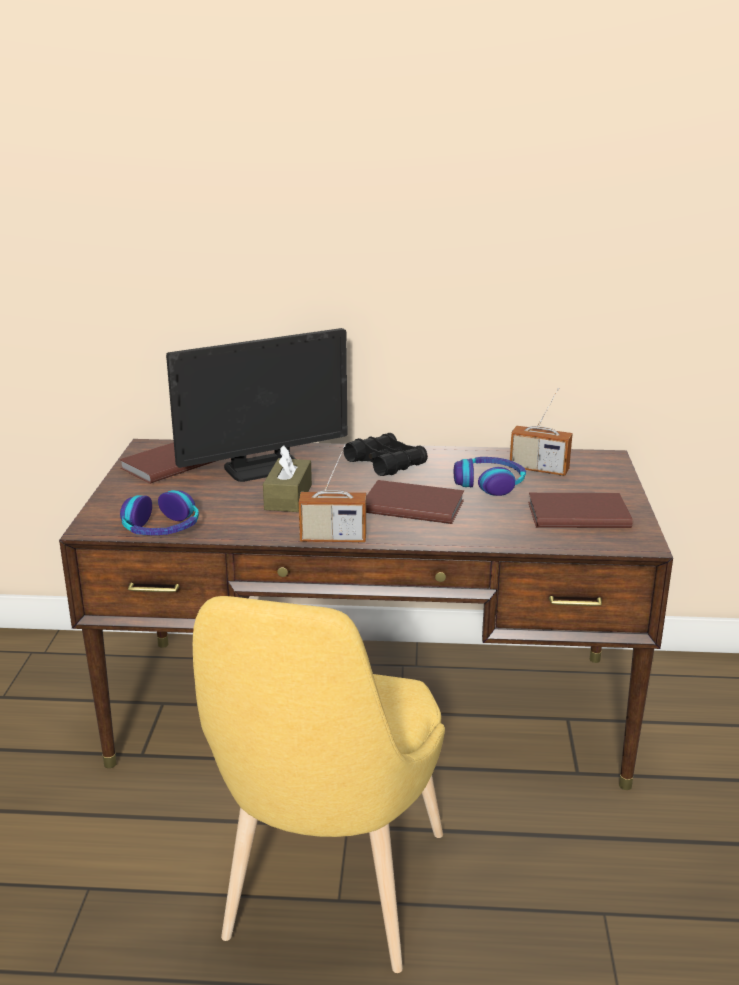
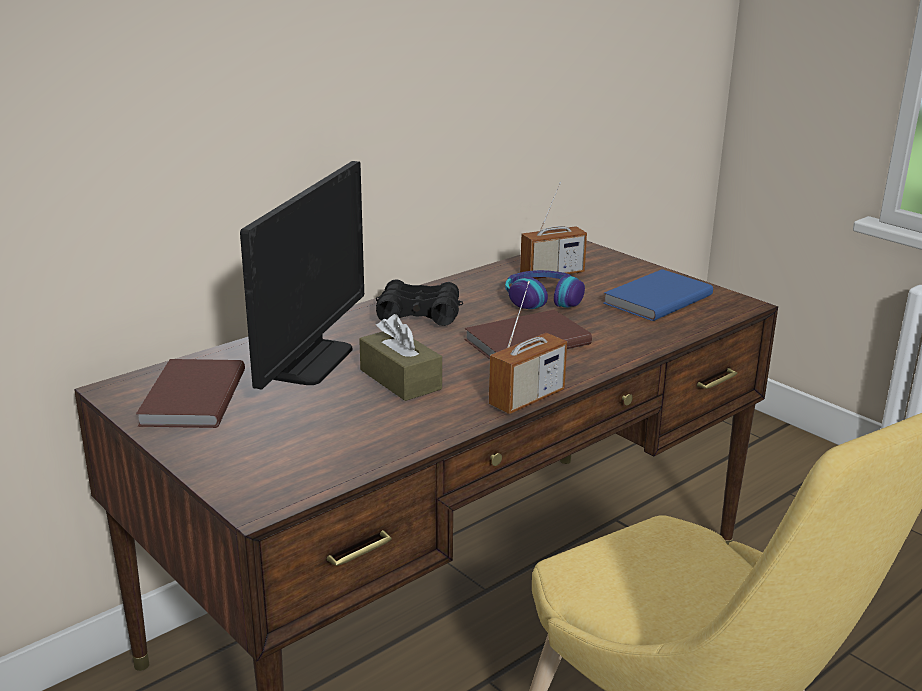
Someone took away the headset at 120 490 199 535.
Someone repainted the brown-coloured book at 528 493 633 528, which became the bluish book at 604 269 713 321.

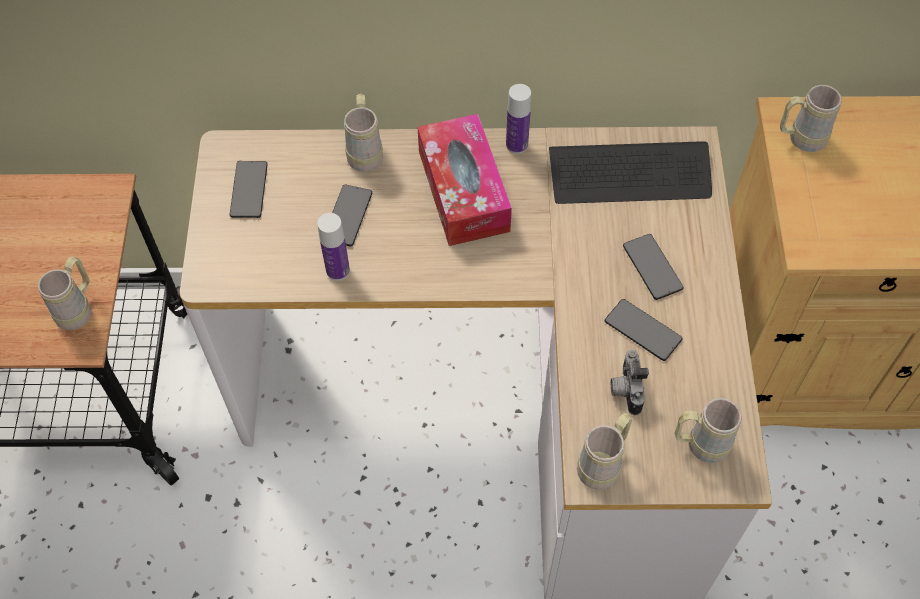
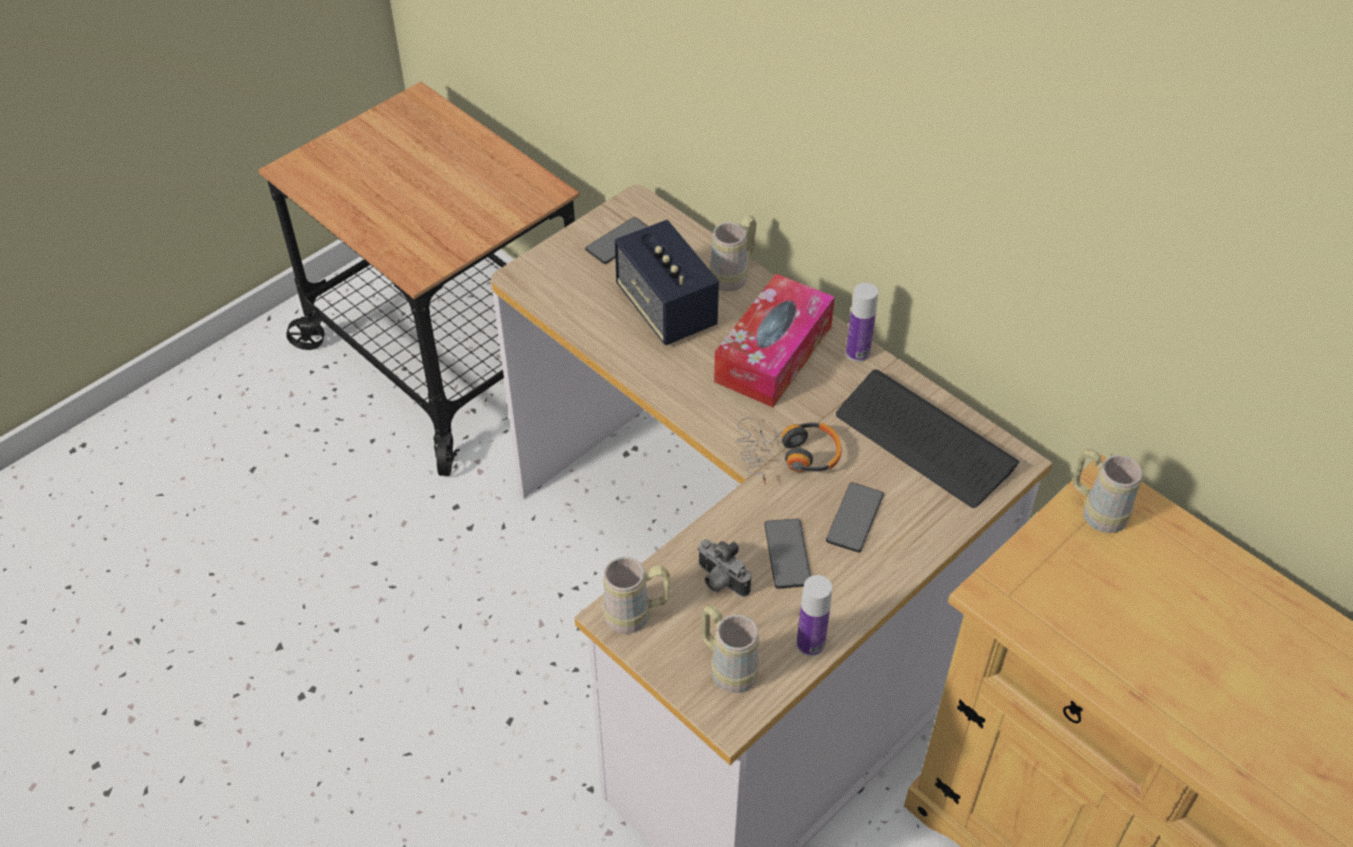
Someone swapped the phone at 332 185 372 247 for the speaker at 615 220 719 345.
Someone carried the drink bottle from 317 213 350 281 to 797 575 832 656.
Someone took away the beige-coloured mug at 38 256 92 330.
Someone rotated the still camera at 611 350 649 415 by 90 degrees counterclockwise.
Someone put down the headset at 736 418 842 485.

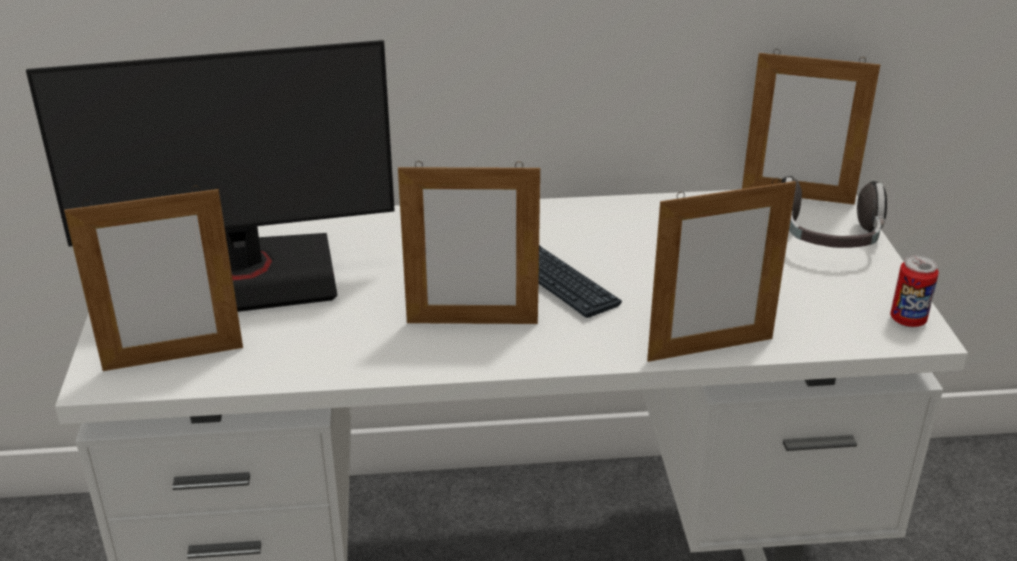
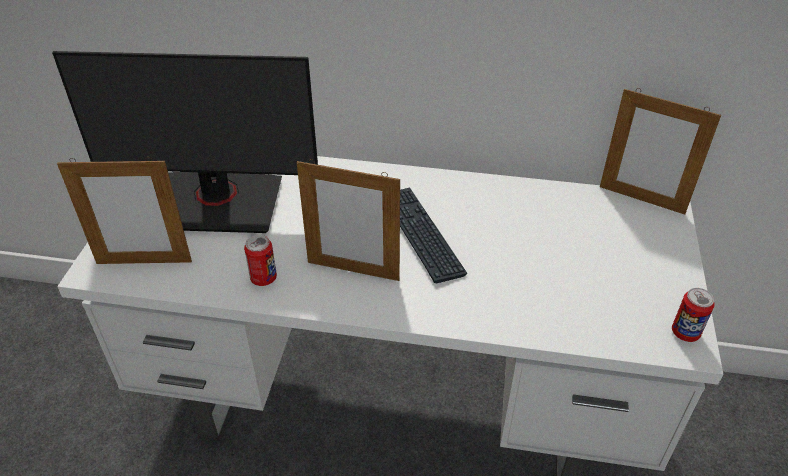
Someone took away the headset at 781 176 887 248.
Someone took away the standing frame at 647 178 796 362.
Someone put down the metal can at 244 235 277 286.

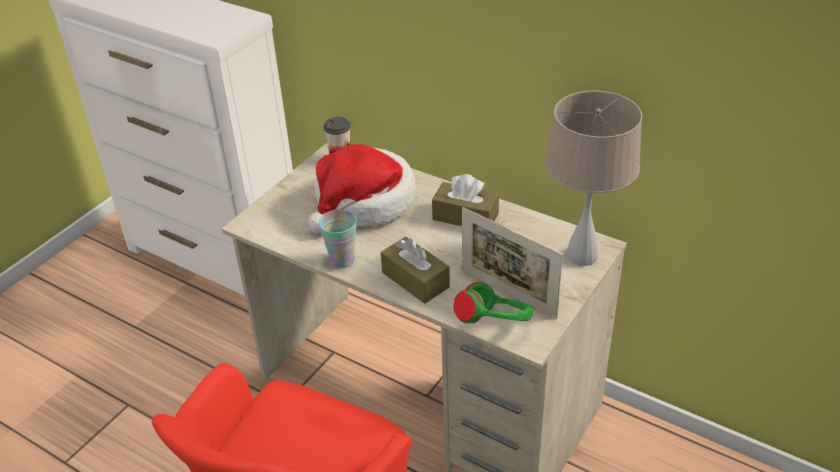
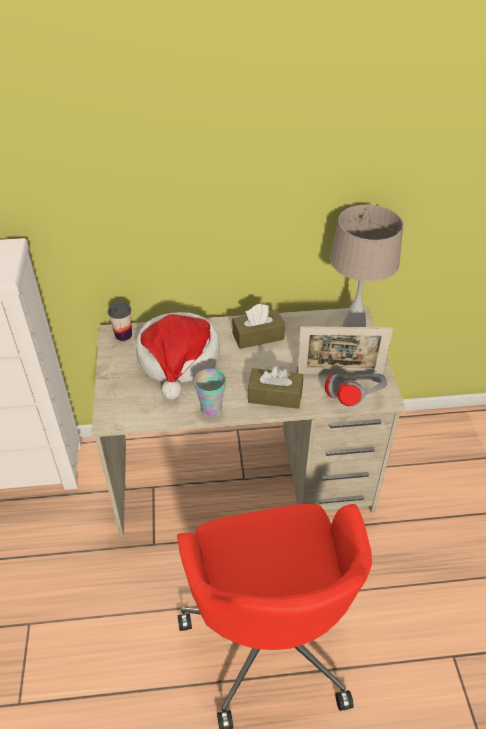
Someone repainted the green headset at 453 282 533 323, which became the gray headset at 325 374 387 406.

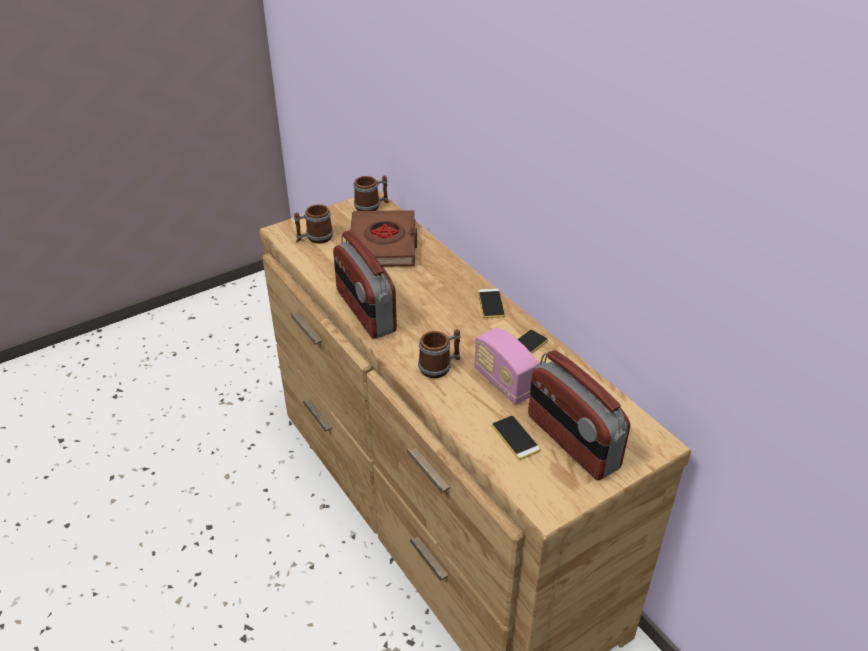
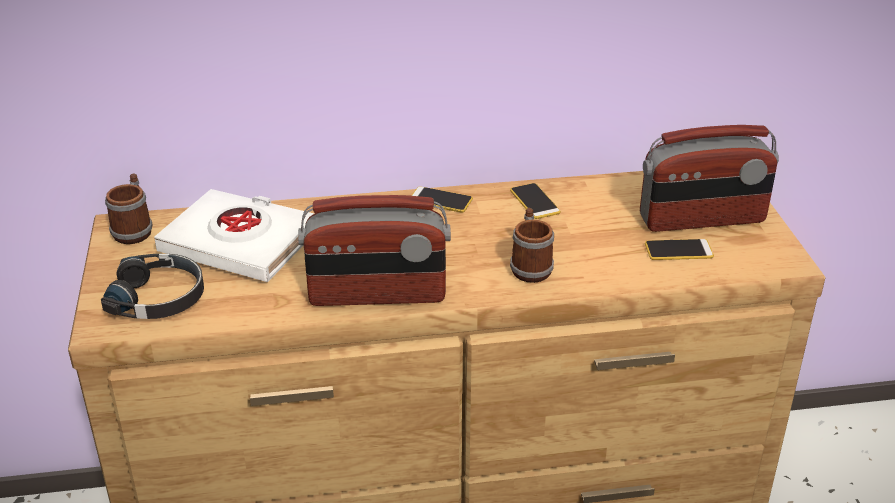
Someone swapped the mug at 294 204 333 244 for the black-coloured headset at 101 254 204 319.
Someone repainted the brown-coloured book at 350 210 417 266, which became the white-coloured book at 154 189 314 282.
Someone took away the radio set at 474 328 539 404.

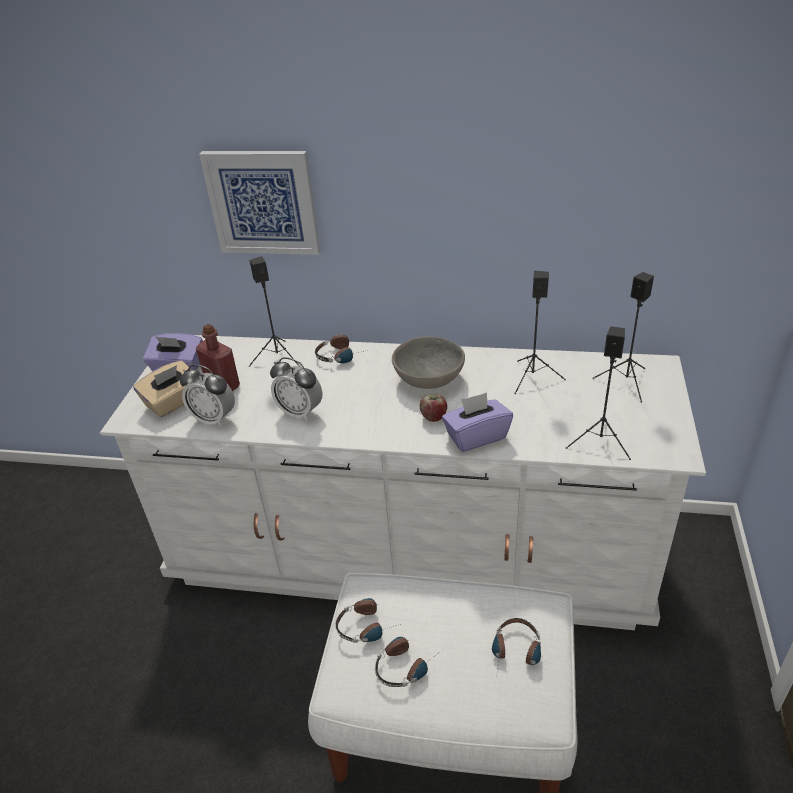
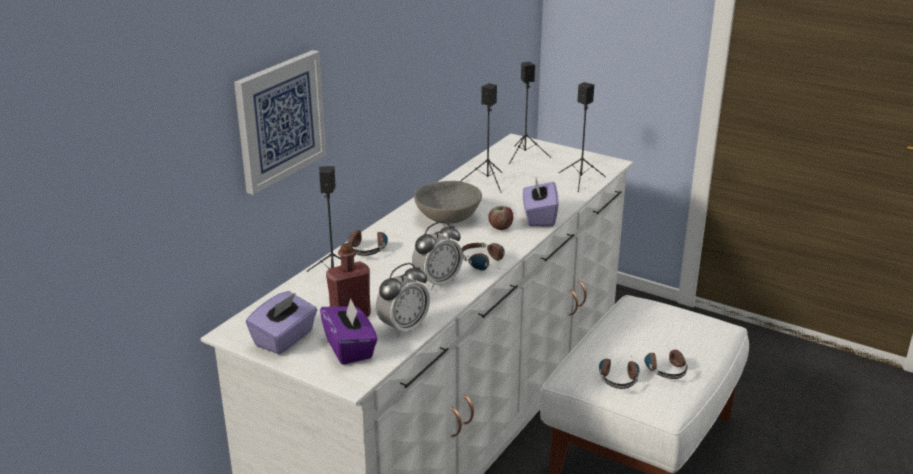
Someone repainted the beige-coloured tissue holder at 133 361 191 417, which became the purple-coloured tissue holder at 320 298 378 365.
Someone carried the headset from 492 618 541 671 to 462 242 505 270.

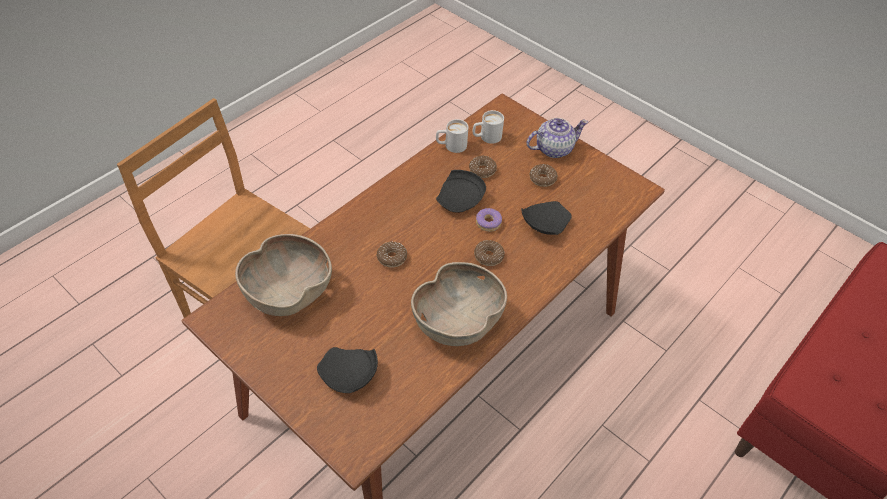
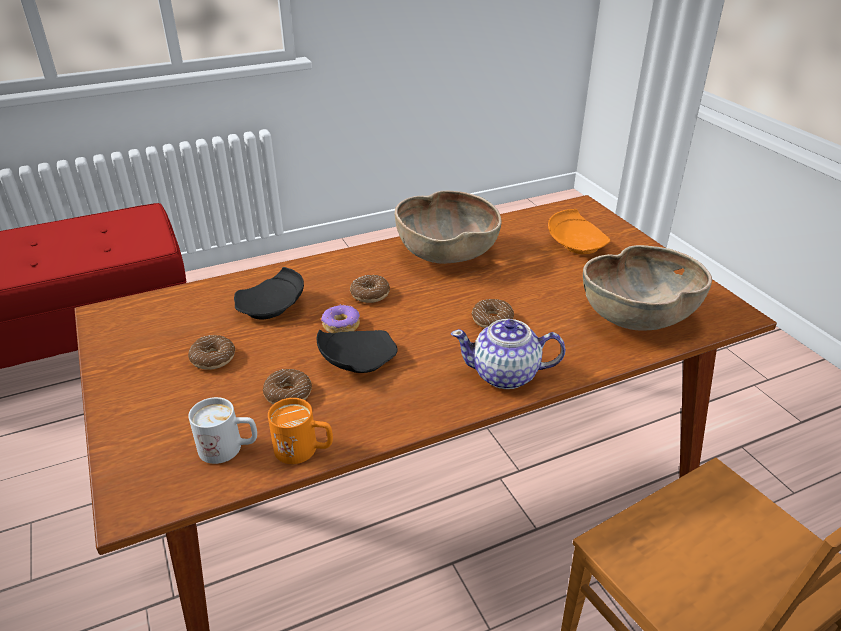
Someone carried the teapot from 527 118 588 158 to 451 319 566 389.
Someone repainted the white-coloured mug at 436 119 468 153, which became the orange mug at 268 398 333 464.
Someone repainted the black-coloured flat dish at 317 347 378 393, which became the orange flat dish at 548 209 610 254.

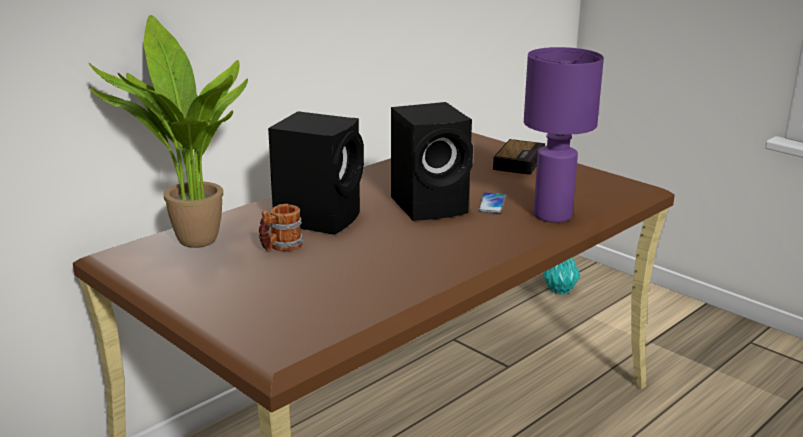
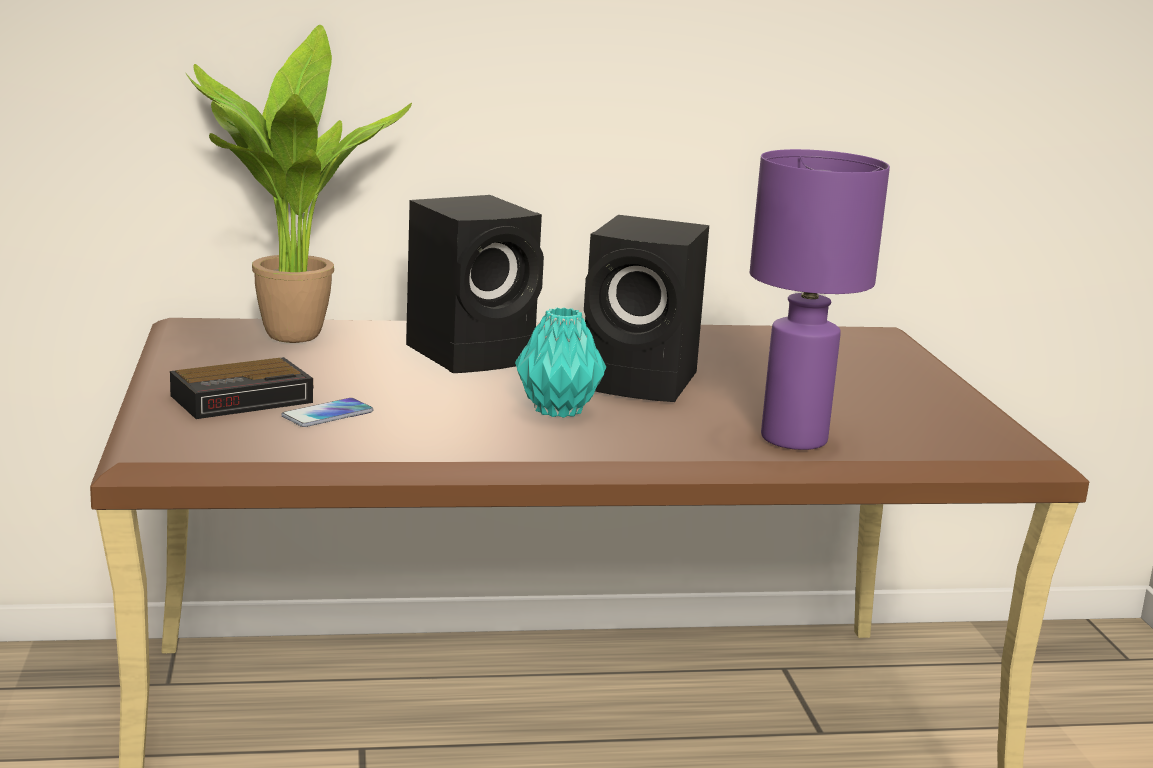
Someone carried the table clock from 493 139 545 175 to 170 357 314 419.
Someone carried the phone from 478 193 506 213 to 281 398 374 427.
Someone took away the mug at 259 204 303 251.
Someone carried the blue-green vase from 543 258 580 295 to 515 307 606 418.

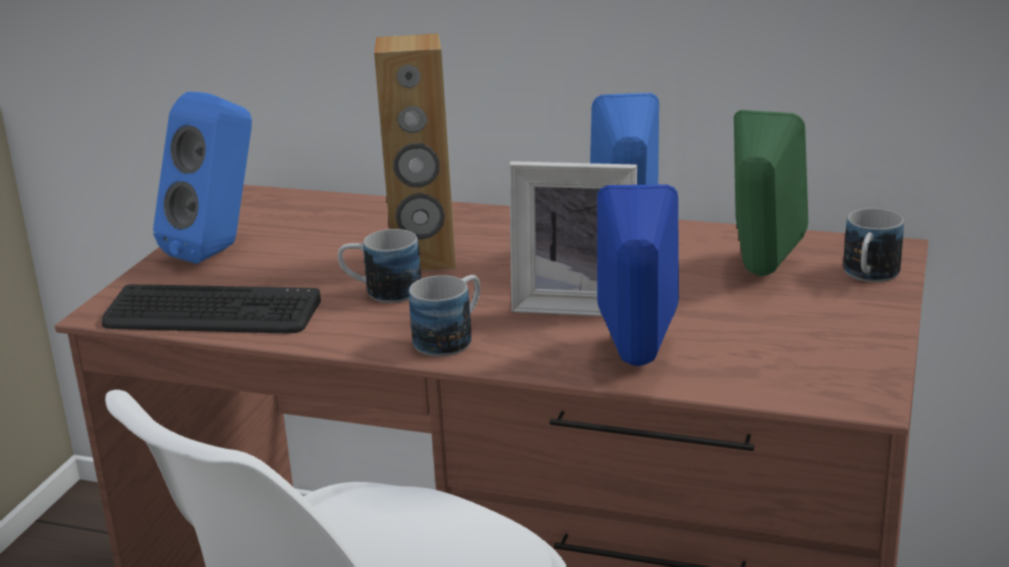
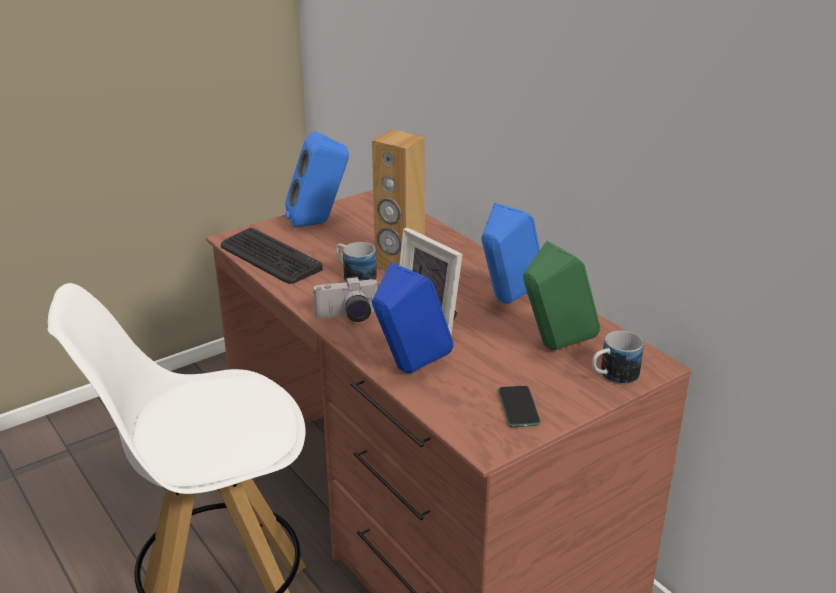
Someone swapped the mug at 409 275 480 356 for the still camera at 313 276 379 322.
Someone put down the phone at 498 386 541 427.

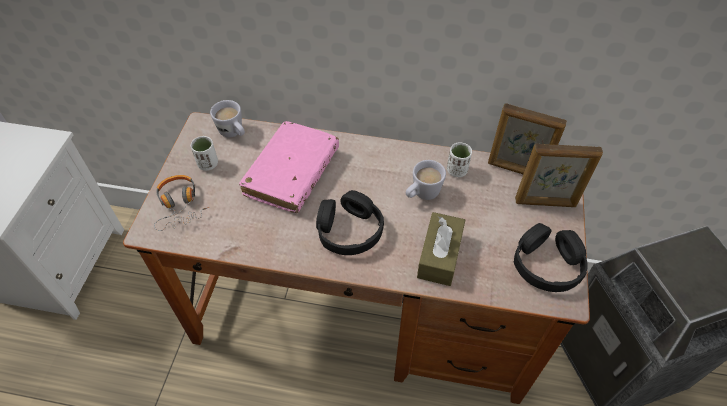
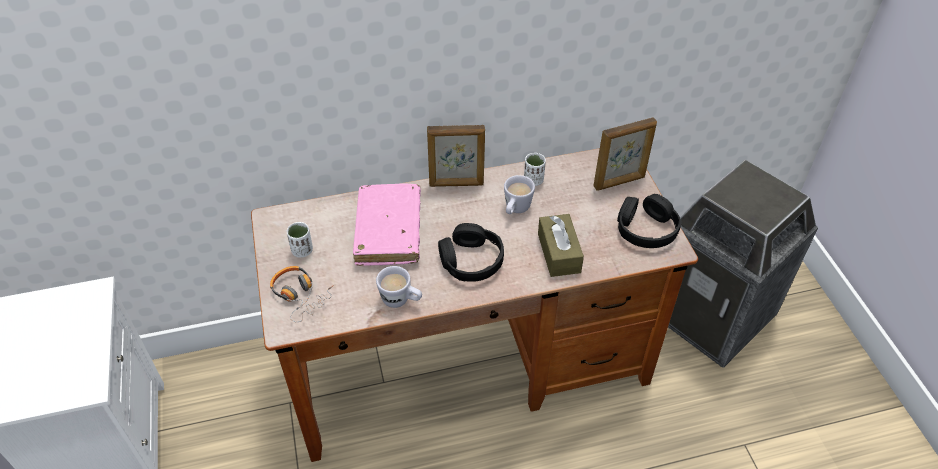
Someone carried the white-coloured mug from 210 100 245 138 to 376 266 422 308.
Someone carried the standing frame from 488 103 567 174 to 427 125 485 187.

